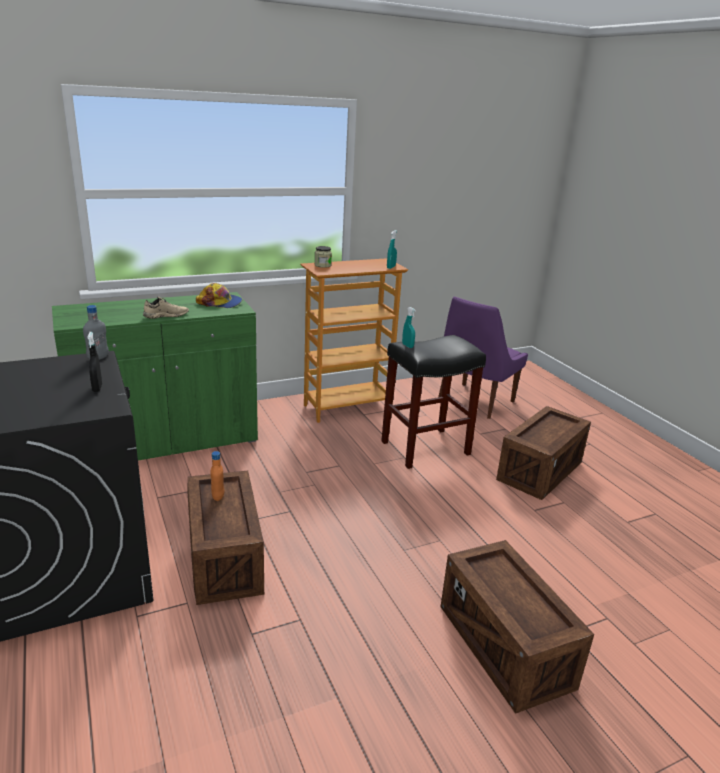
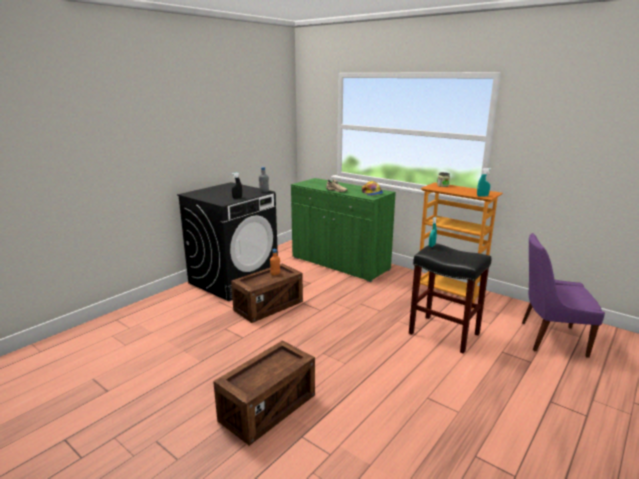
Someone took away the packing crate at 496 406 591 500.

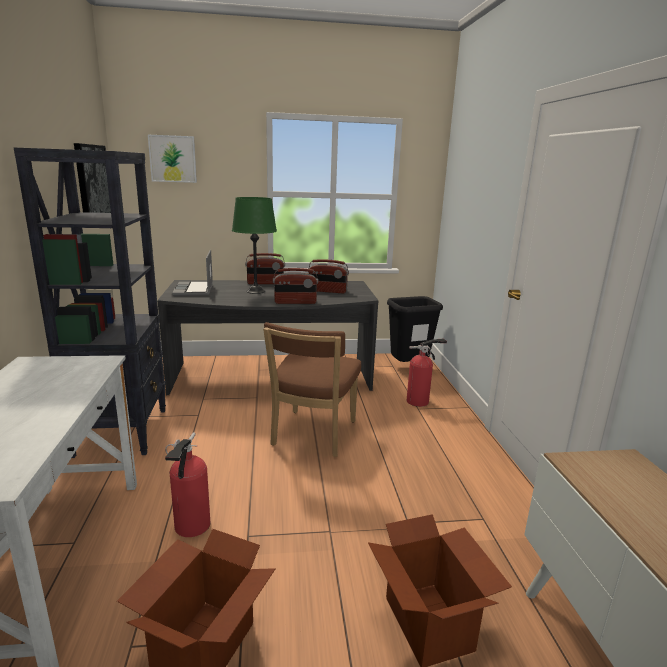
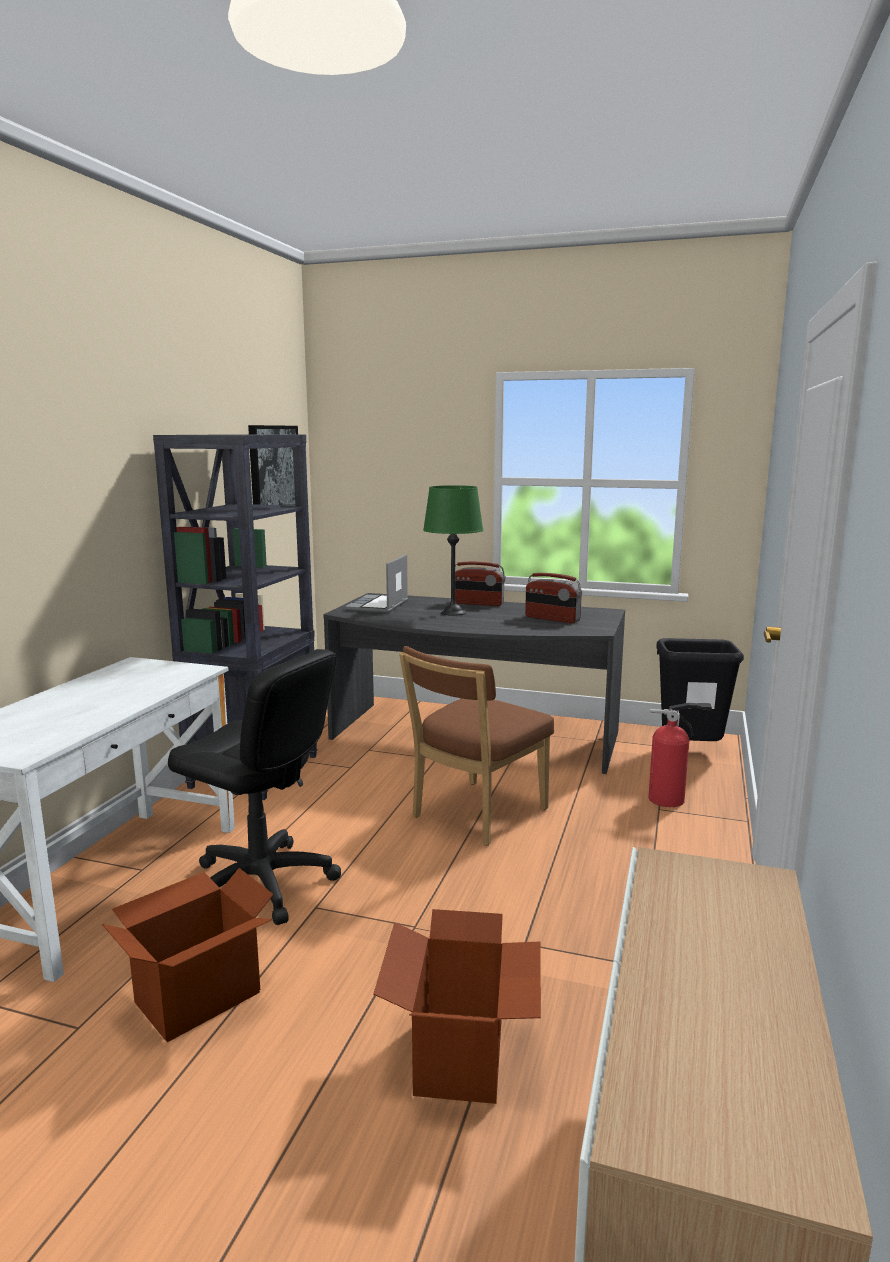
Someone took away the wall picture at 148 135 197 183.
Someone took away the radio set at 273 268 318 304.
Someone swapped the fire-fighting cylinder at 165 432 210 537 for the black-coloured computer chair at 168 649 341 925.

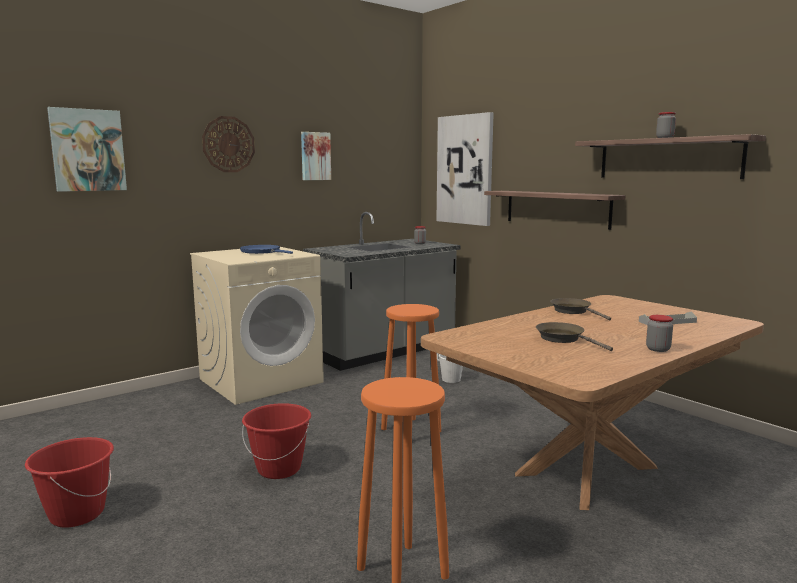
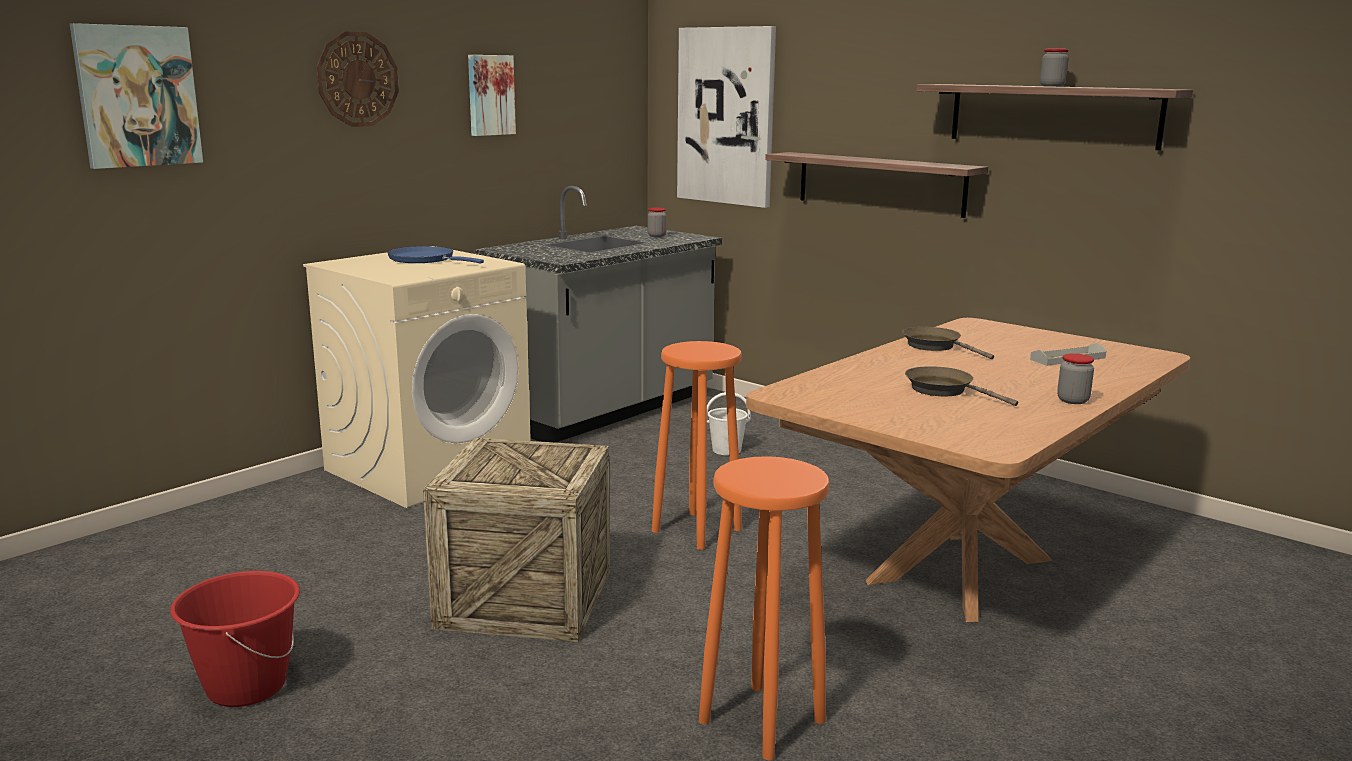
Someone swapped the red-coloured pail at 242 403 311 479 for the packing crate at 423 438 610 642.

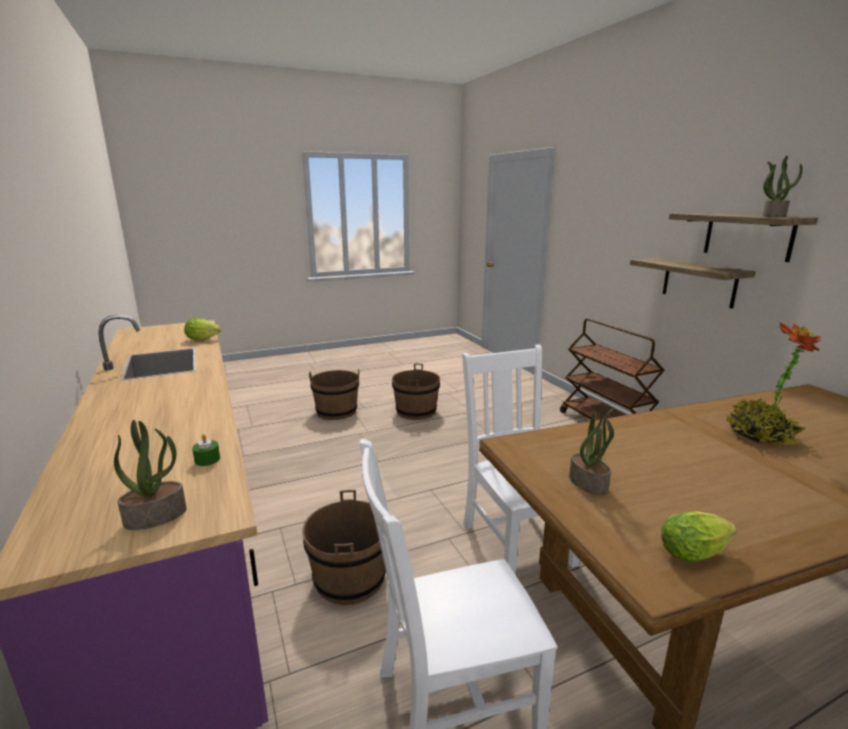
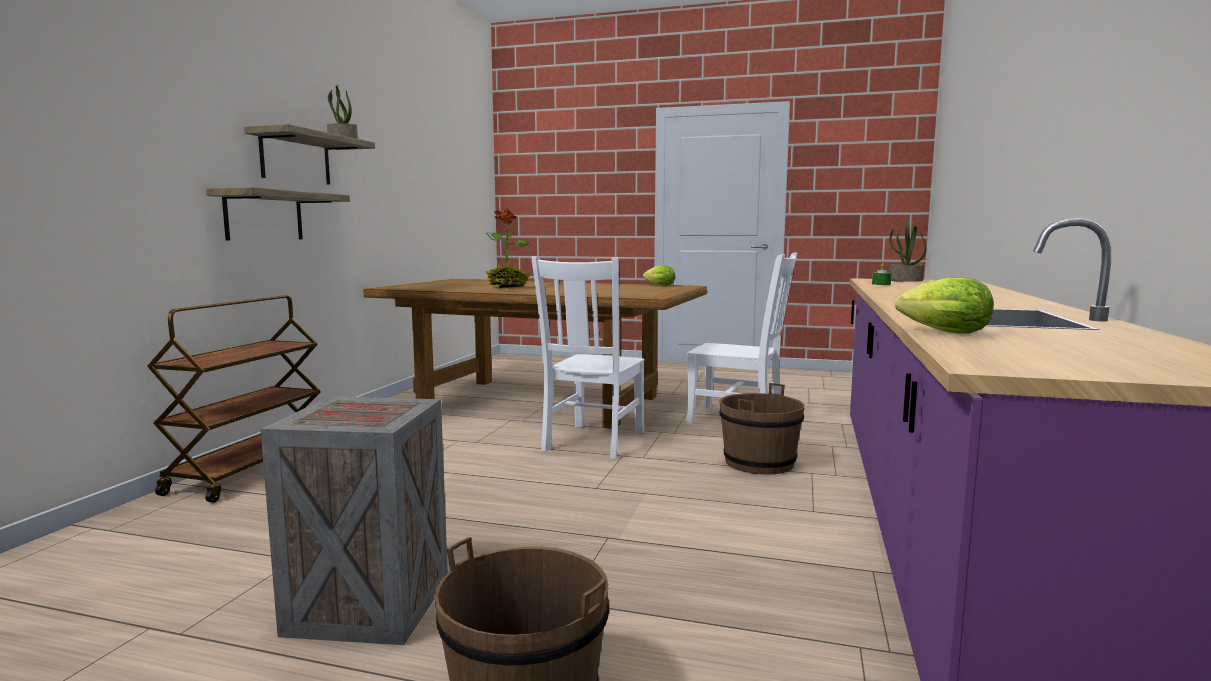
Someone swapped the brown-coloured pail at 392 364 440 420 for the packing crate at 261 396 448 645.
Someone took away the plant in a pot at 569 408 614 495.

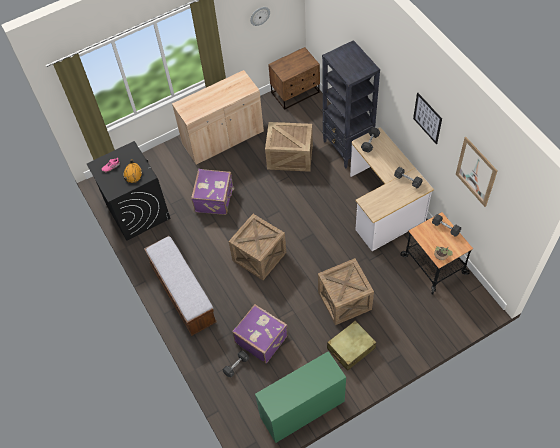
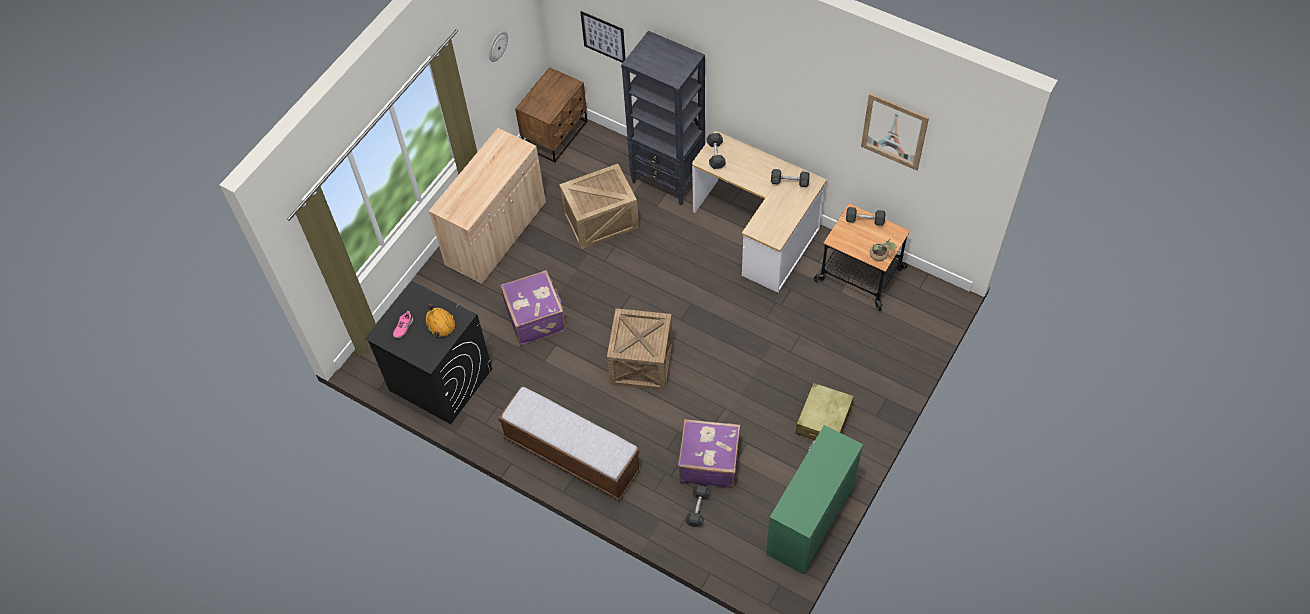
Someone carried the wall picture from 413 93 442 144 to 580 11 626 63.
Someone took away the packing crate at 318 258 374 325.

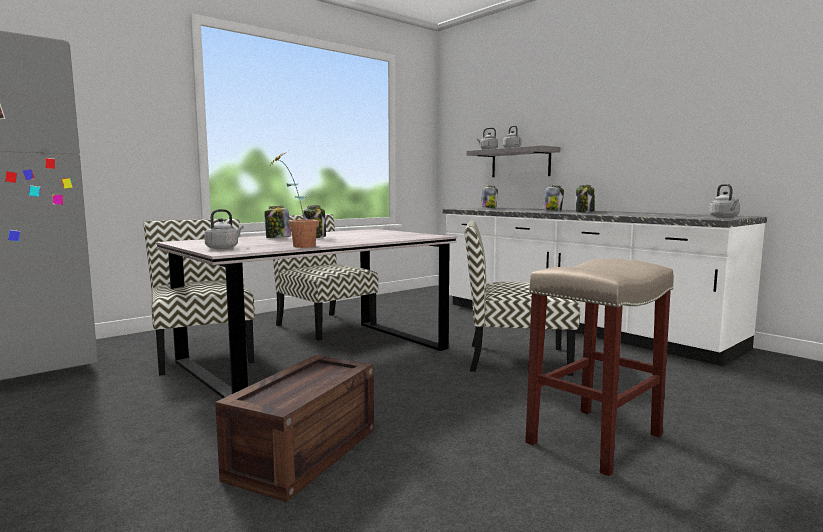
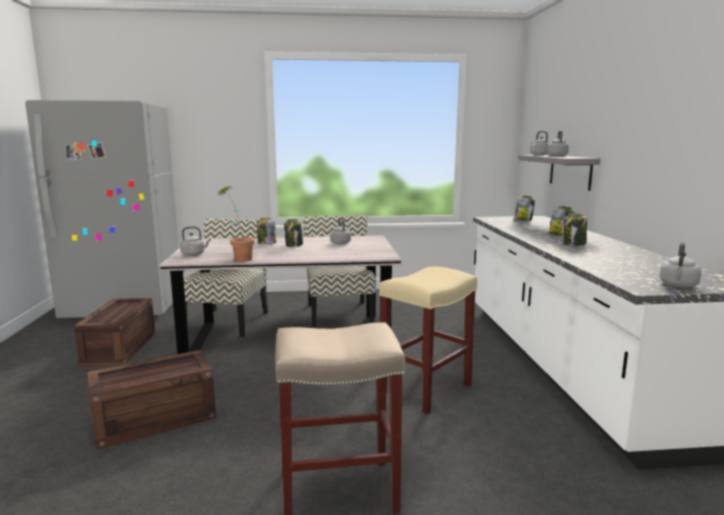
Someone swapped the upright chair at 465 220 580 376 for the beige-coloured stool at 379 267 477 414.
Someone put down the gray water kettle at 330 218 351 244.
Someone put down the packing crate at 74 298 155 367.

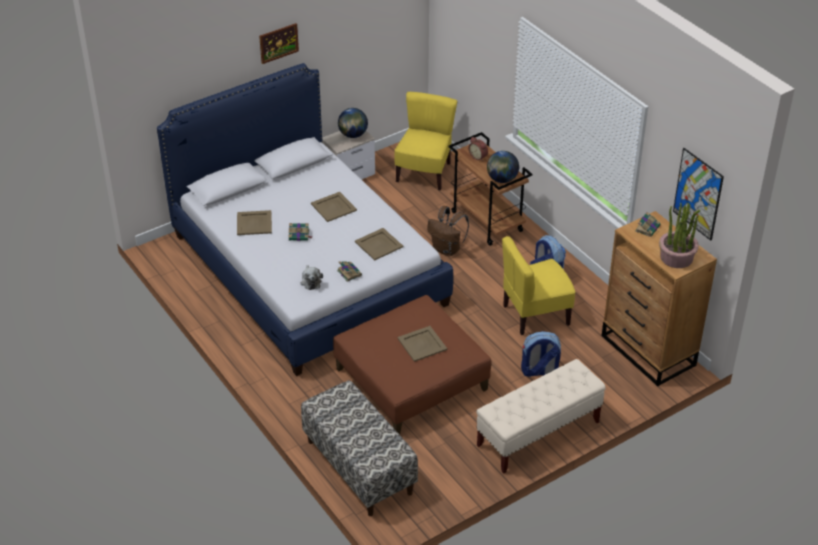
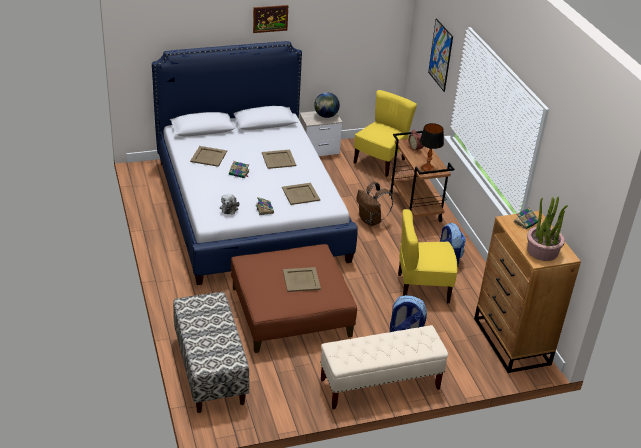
Someone carried the wall picture from 673 148 724 241 to 428 18 453 92.
Someone swapped the world globe at 487 151 519 183 for the table lamp at 420 123 444 172.

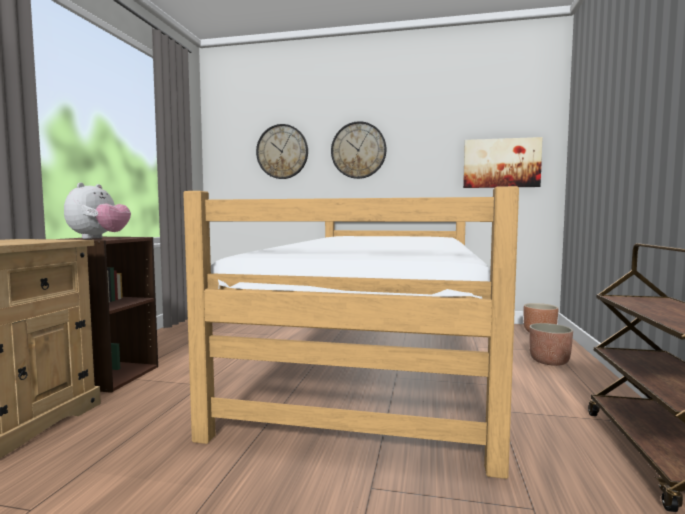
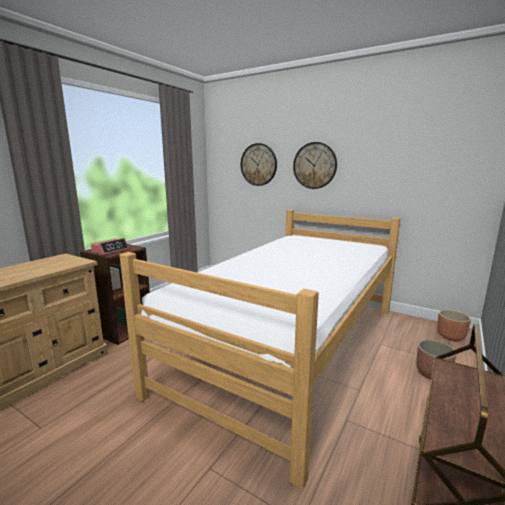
Someone took away the wall picture at 463 137 543 188.
Someone swapped the soft toy at 64 182 131 239 for the table clock at 91 238 129 255.

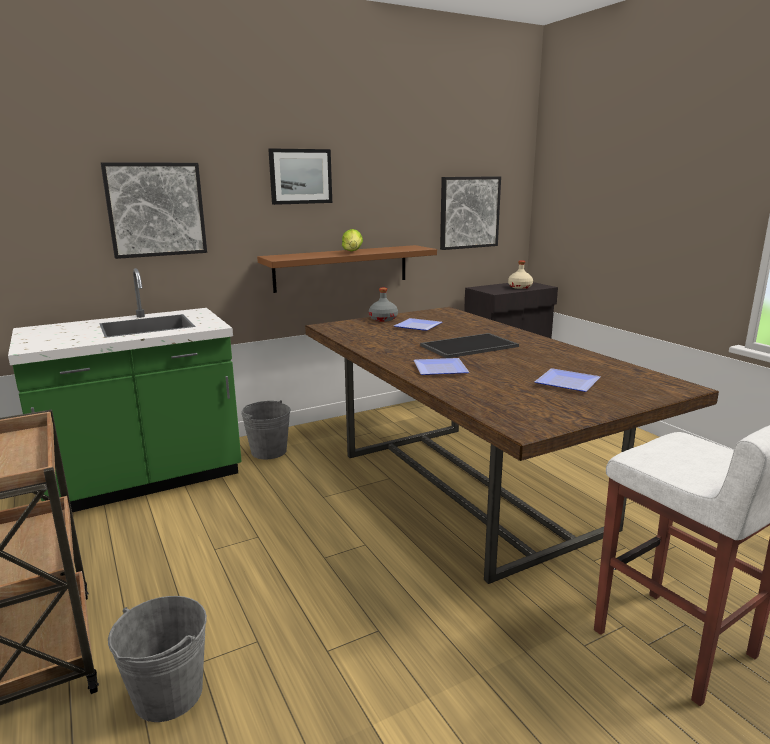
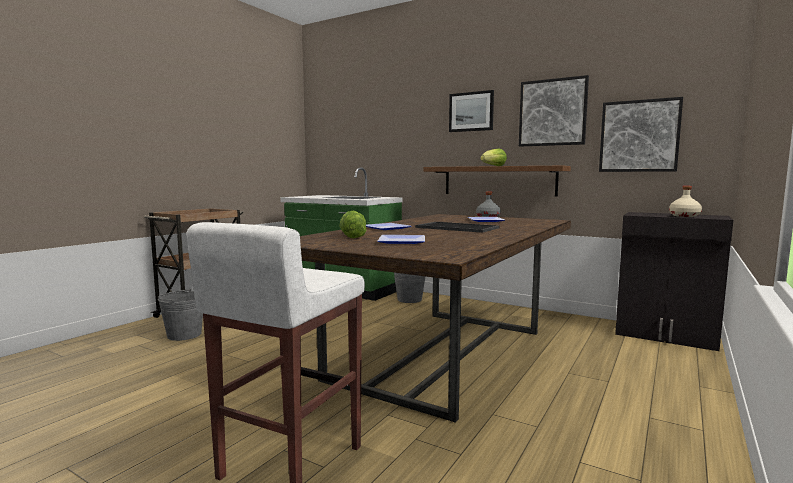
Someone carried the wall picture from 101 162 207 259 to 519 75 589 147.
Someone put down the lettuce at 339 211 367 238.

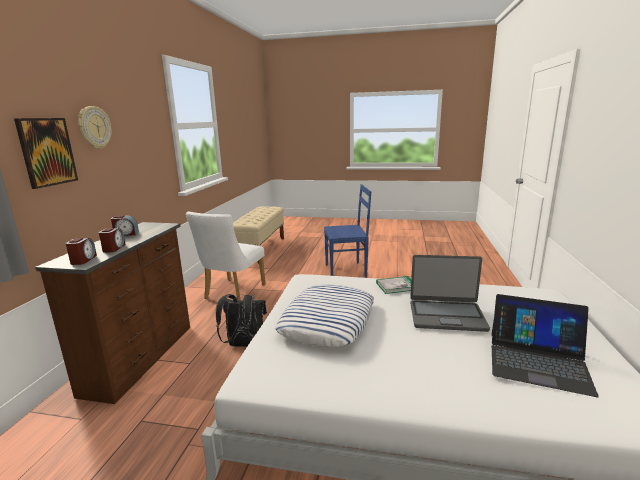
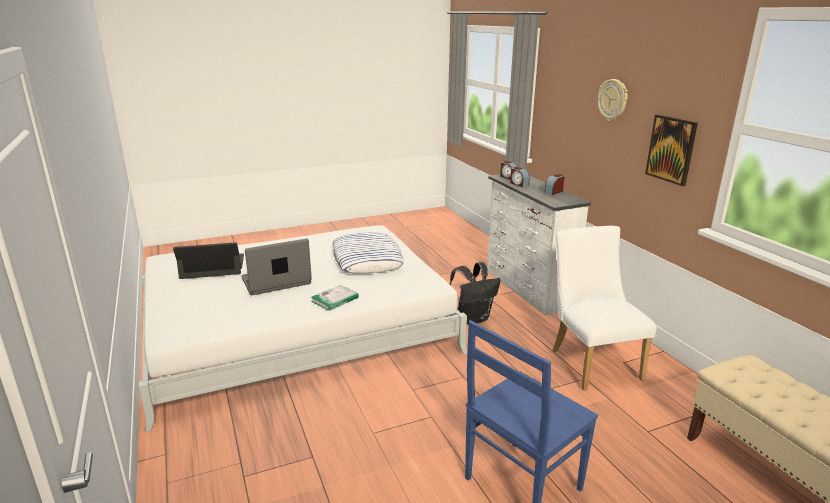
Someone carried the wall picture from 14 118 78 189 to 645 115 698 186.
Someone repainted the brown-coloured chest of drawers at 35 222 190 404, which became the white-coloured chest of drawers at 487 174 591 315.

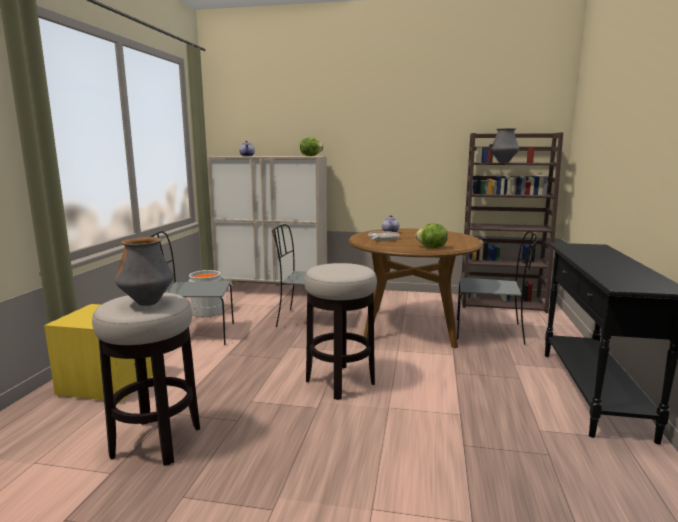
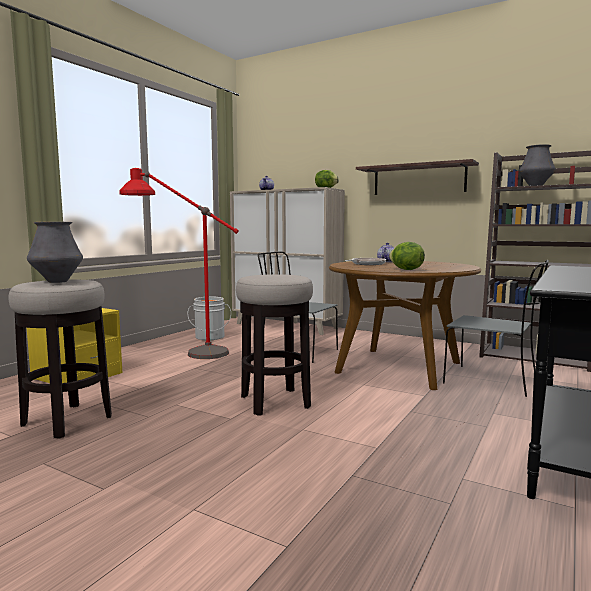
Someone swapped the gray upright chair at 150 231 234 345 for the red-coloured floor lamp at 119 168 239 359.
Someone put up the shelf at 356 159 479 195.

